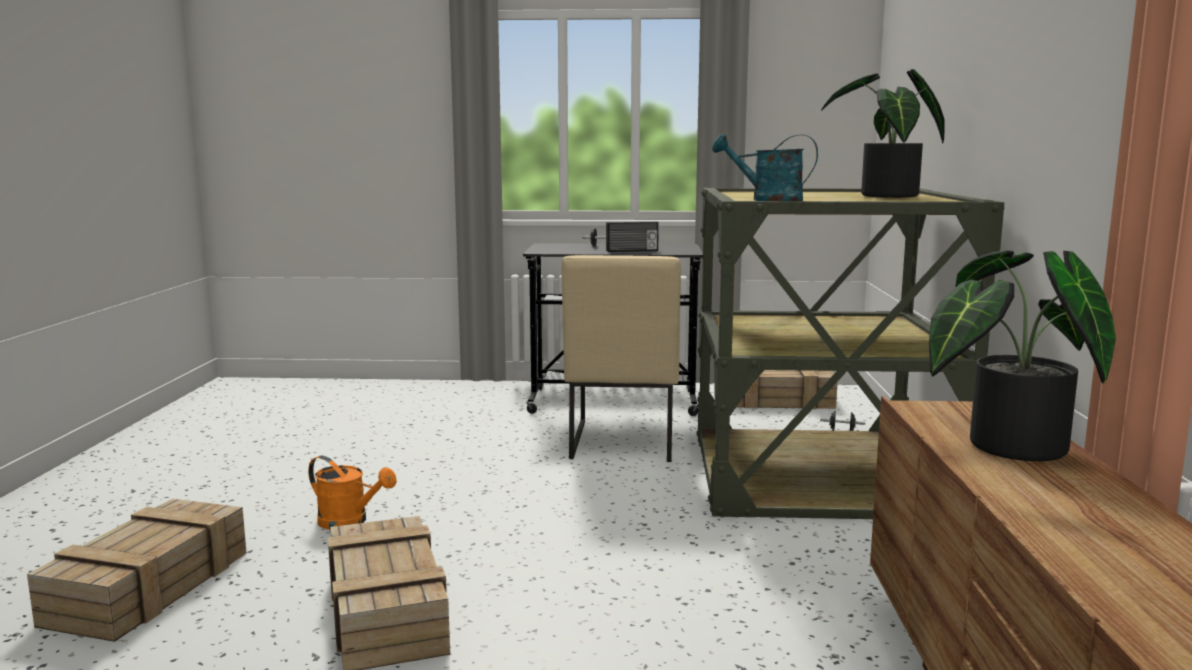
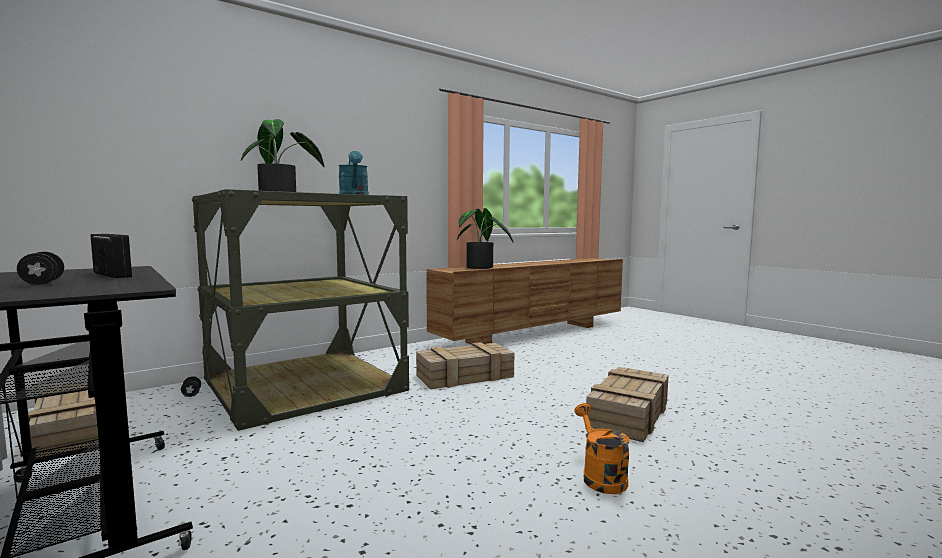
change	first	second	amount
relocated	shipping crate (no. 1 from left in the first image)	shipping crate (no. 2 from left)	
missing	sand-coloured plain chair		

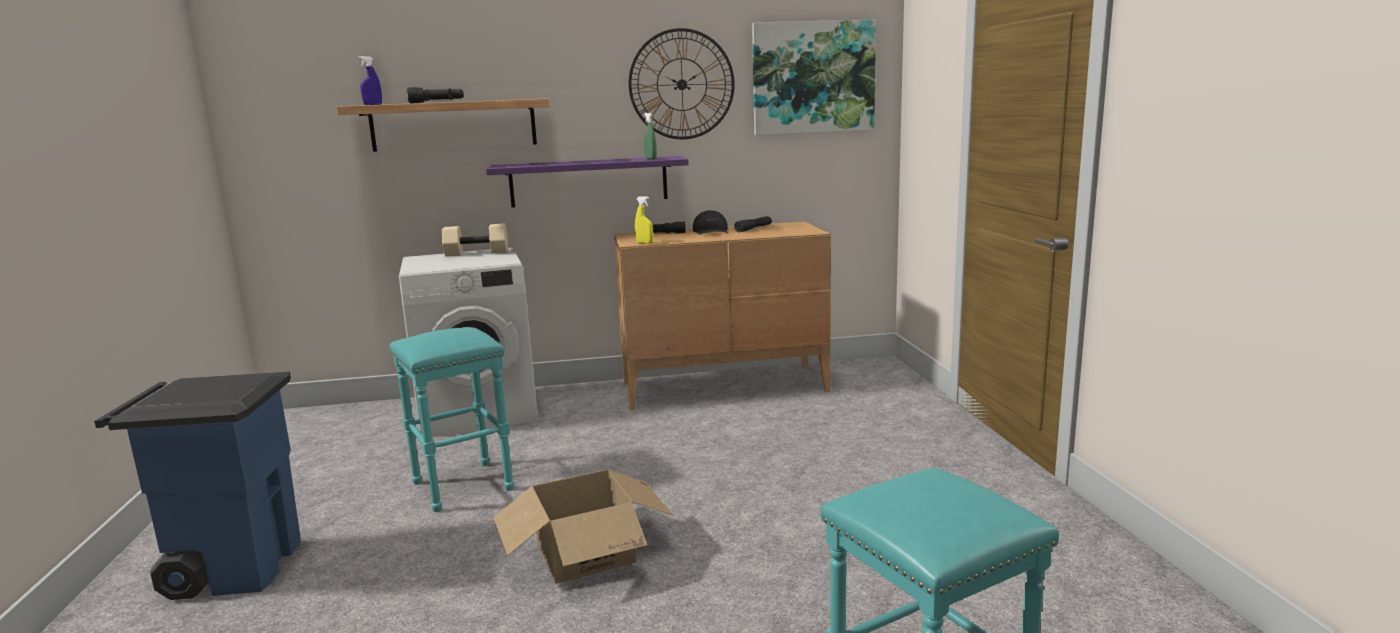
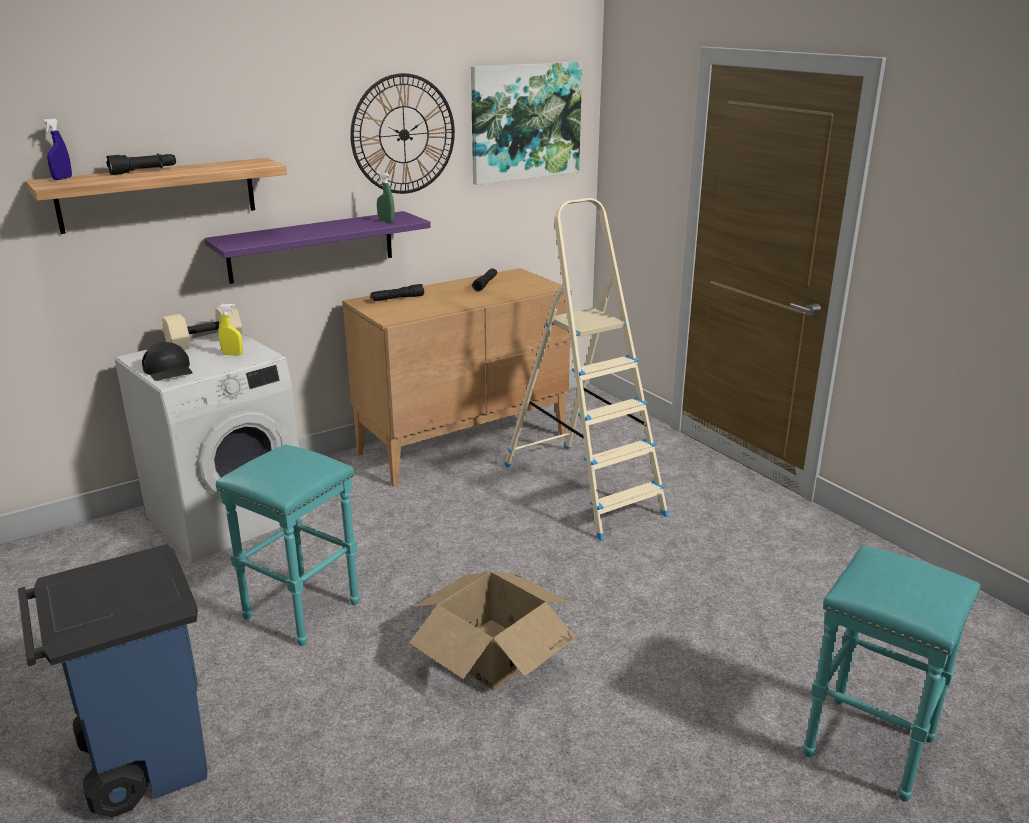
change	first	second	amount
relocated	yellow-coloured spray bottle		
relocated	blackish cap		
appeared		sand-coloured step ladder	

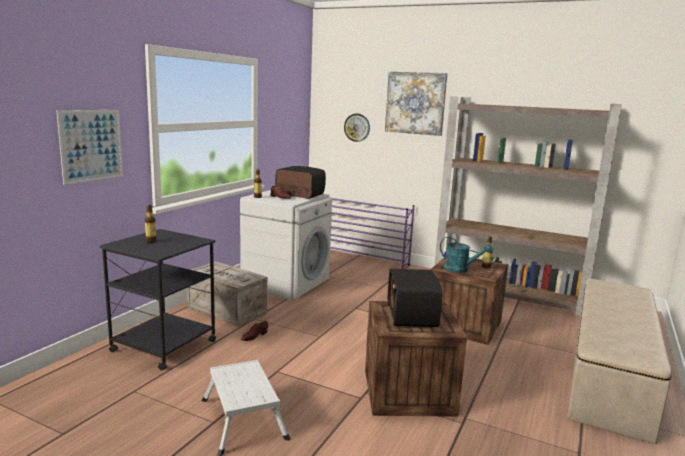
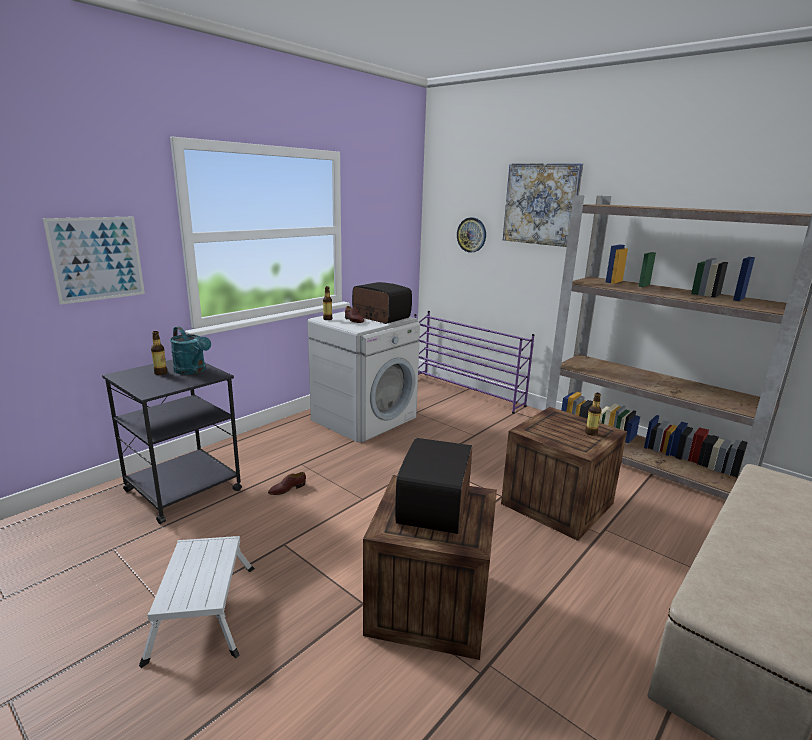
change	first	second	amount
missing	shipping crate (no. 1 from left)		
relocated	turquoise-coloured sprinkling can		

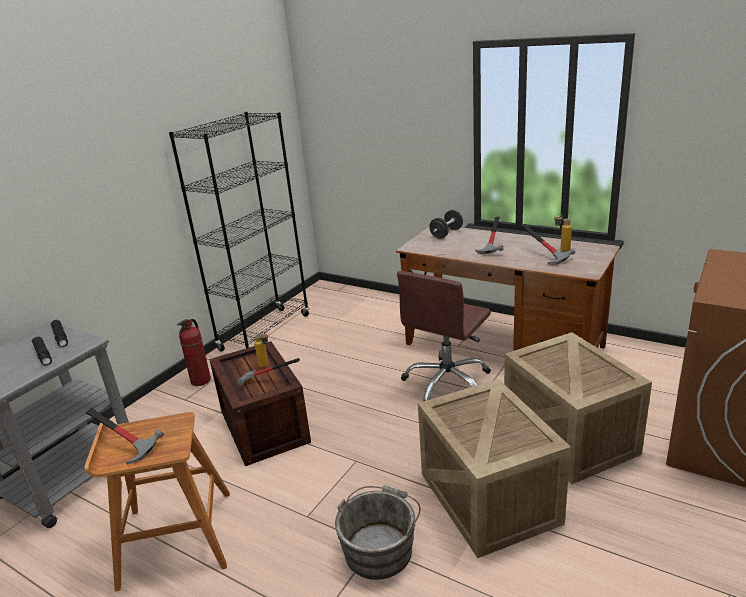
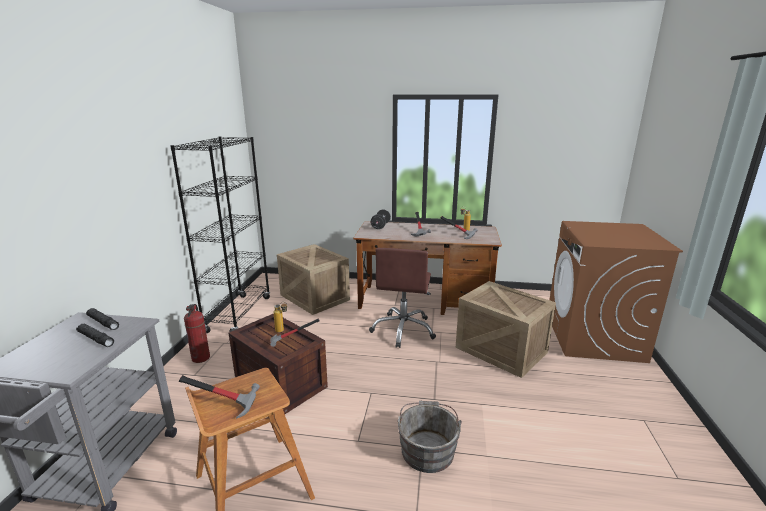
change	first	second	amount
relocated	shipping crate (no. 2 from left)		

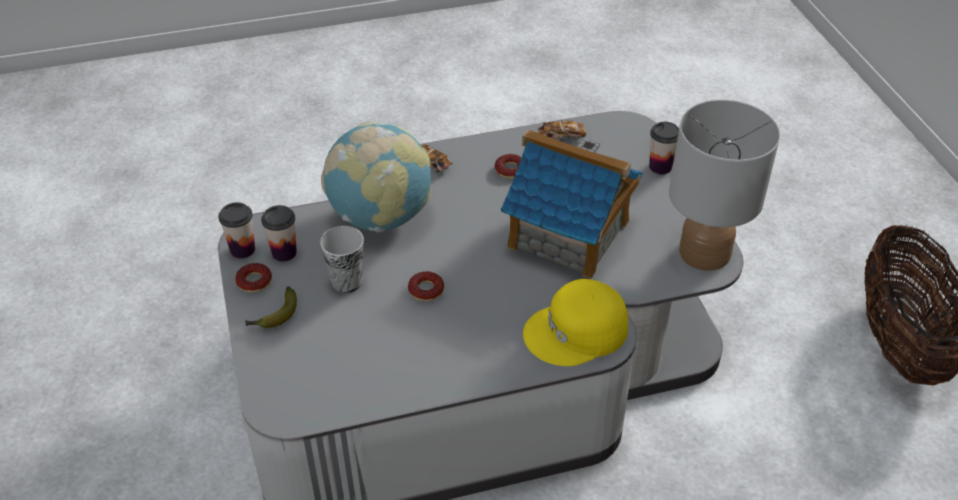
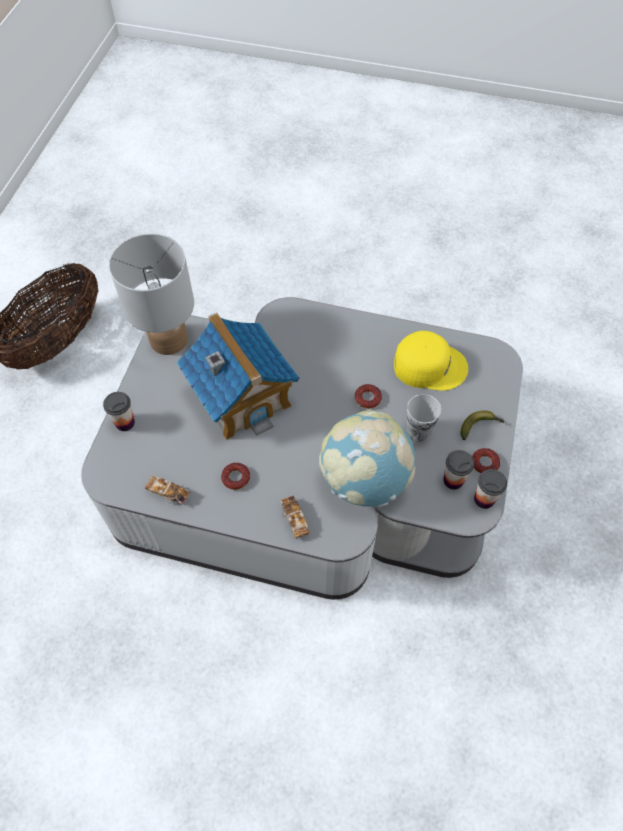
change	first	second	amount
relocated	yellow-coloured cap		

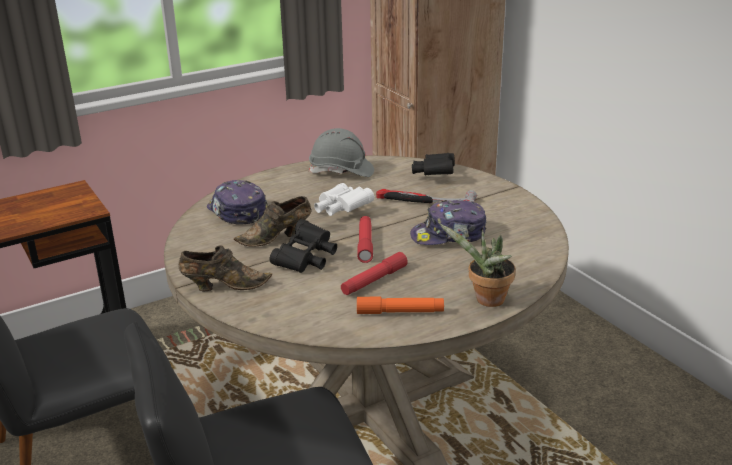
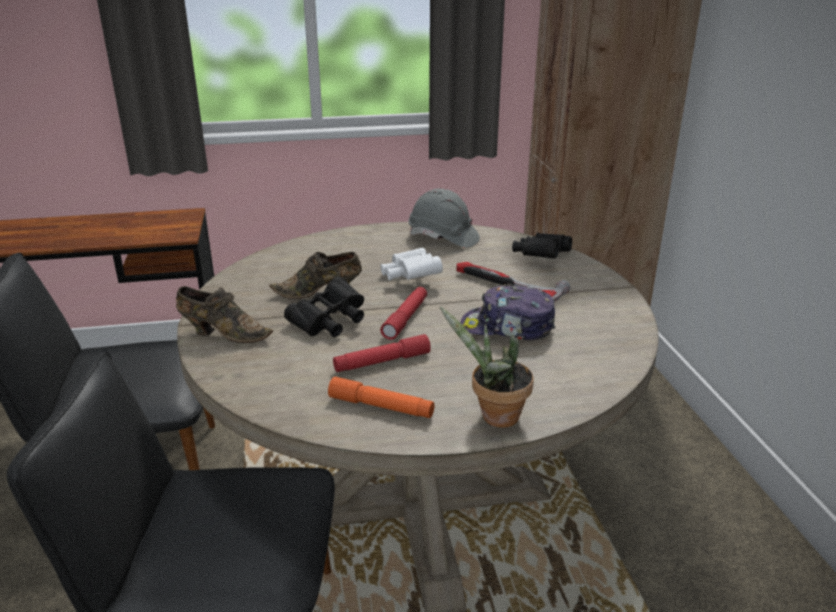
change	first	second	amount
missing	cap (no. 1 from left)		

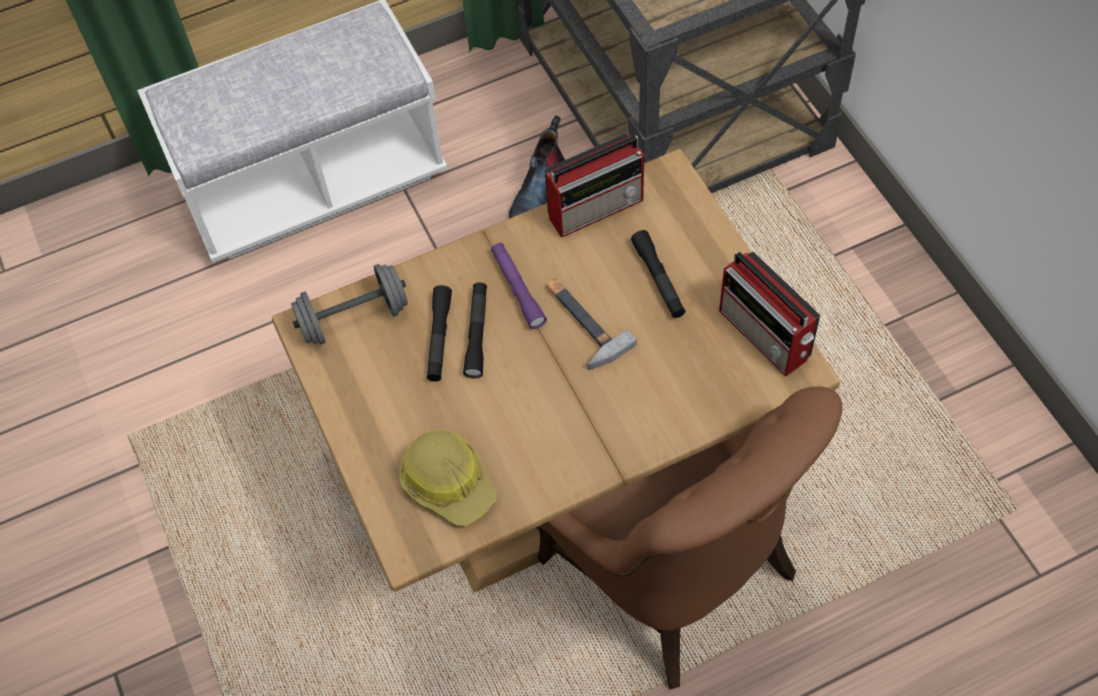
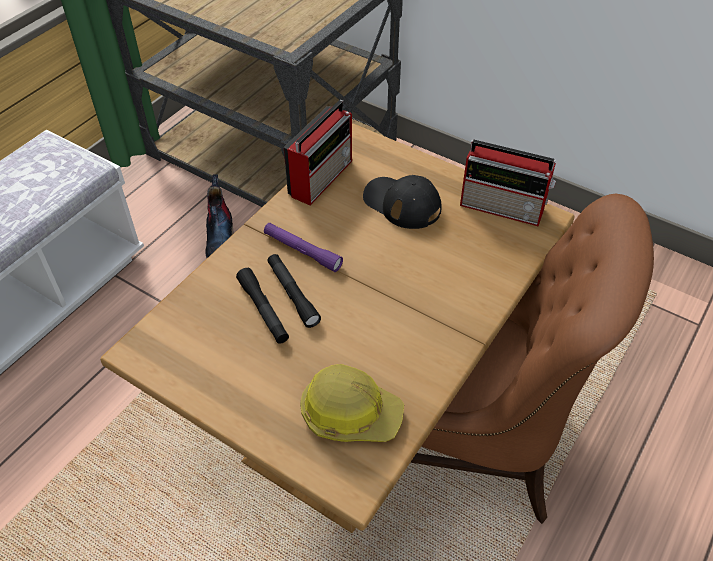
change	first	second	amount
missing	grey dumbbell		
missing	tool hammer		
exchanged	blackish hand torch (no. 3 from left)	blackish cap	

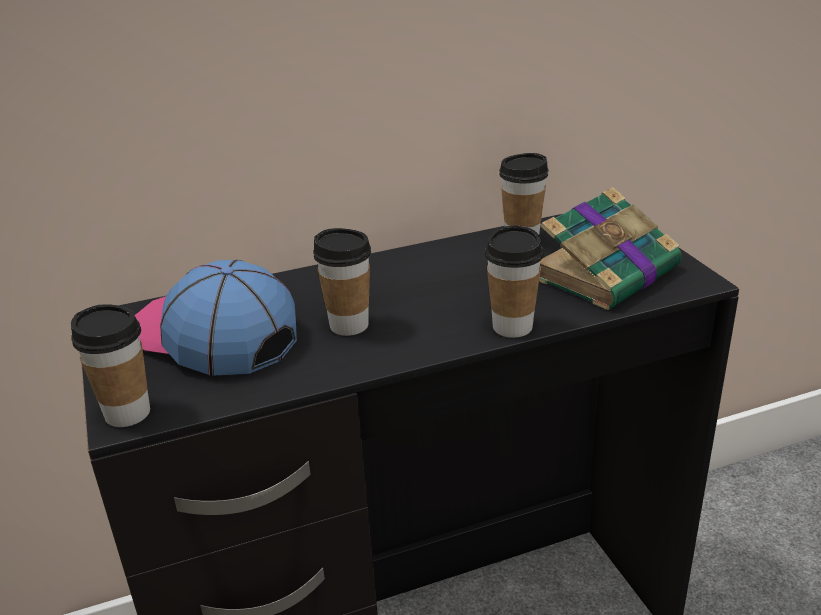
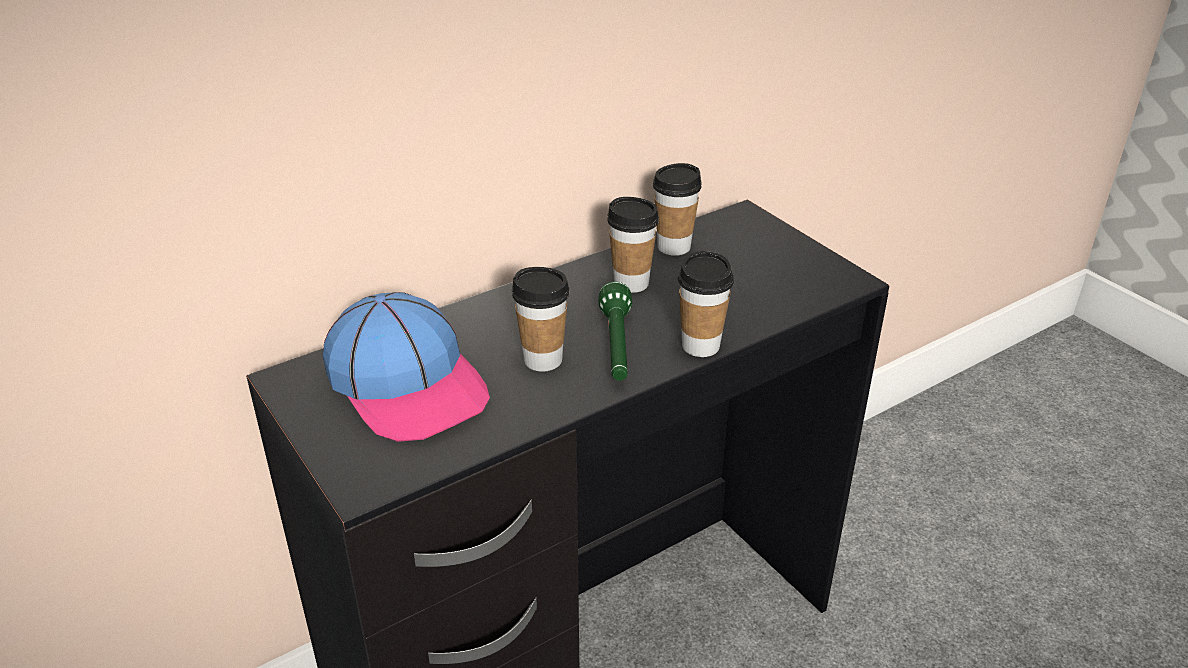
change	first	second	amount
relocated	drinking cup (no. 1 from left in the first image)	drinking cup (no. 2 from left)	
spun	cap		150 degrees counterclockwise
missing	bound book		
appeared		green hand torch	

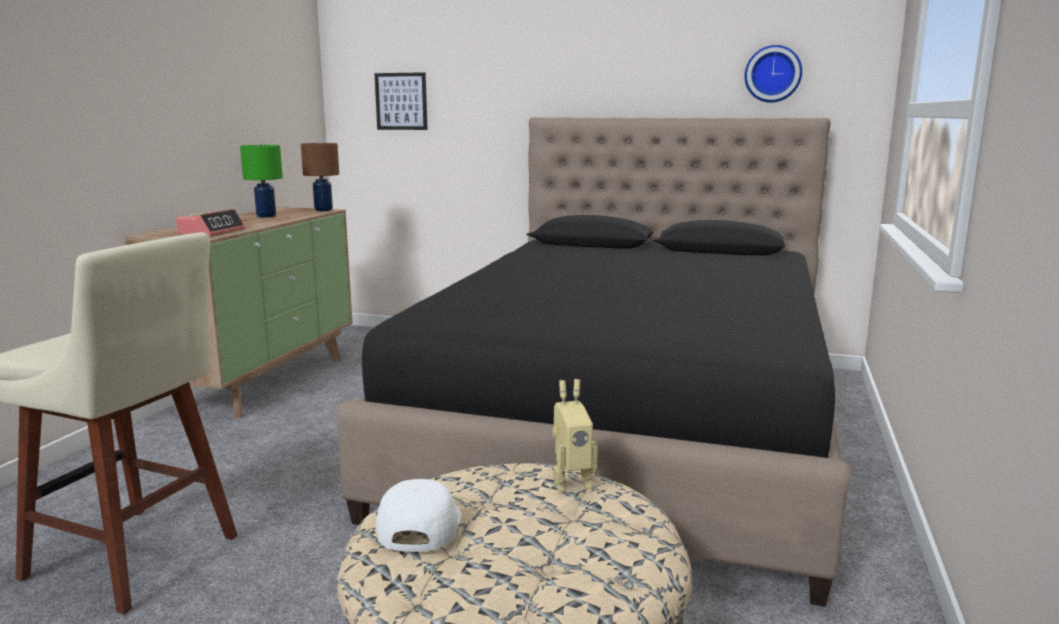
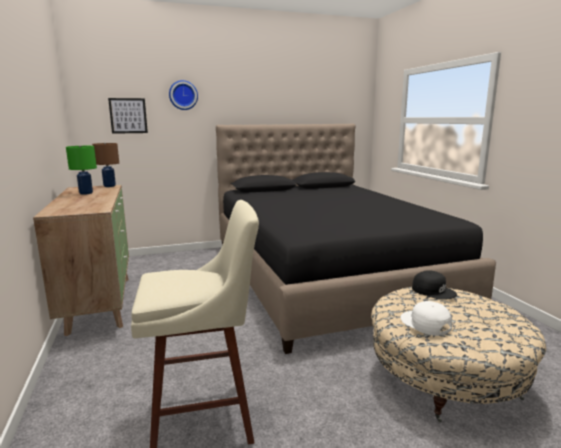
change	first	second	amount
missing	table clock		
exchanged	model robot	blackish cap	
relocated	wall clock		

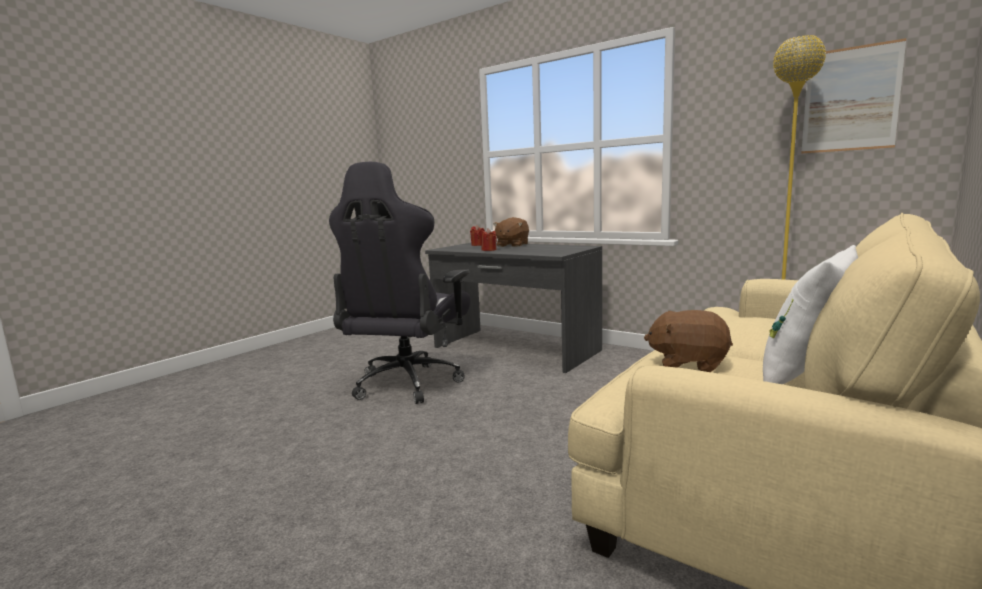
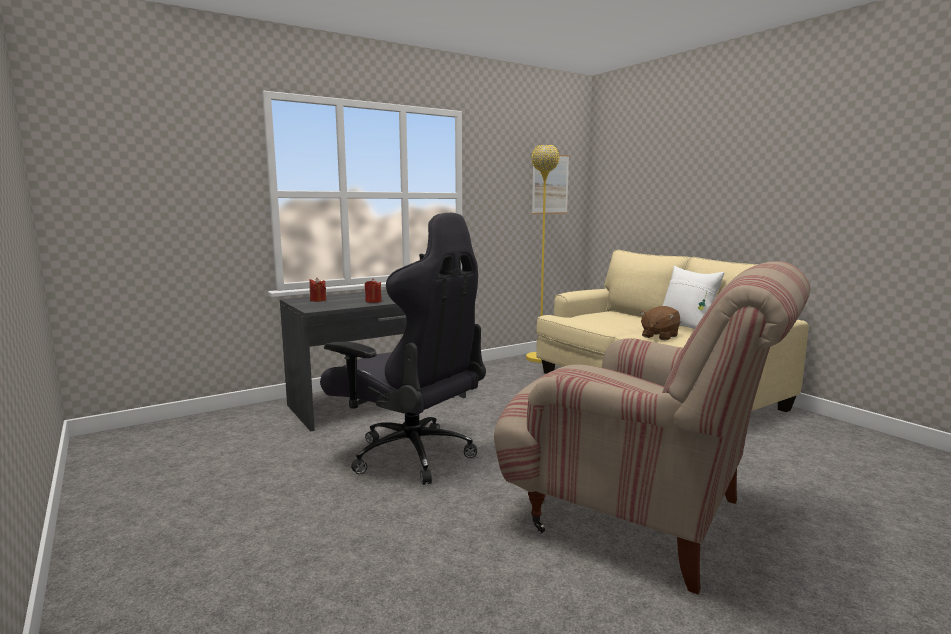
change	first	second	amount
missing	brown soft toy (no. 1 from left)		
appeared		sand-coloured lounge chair	

